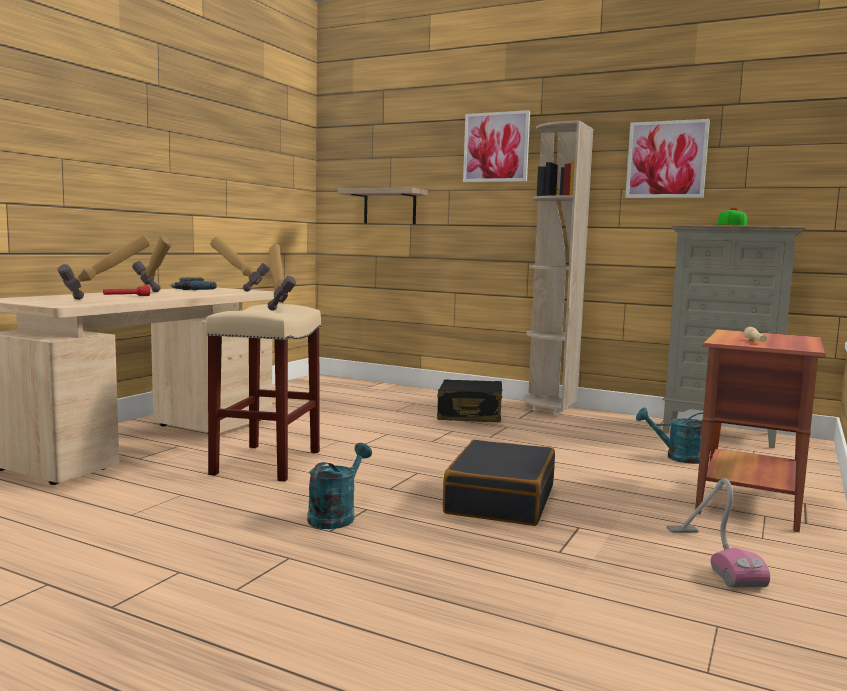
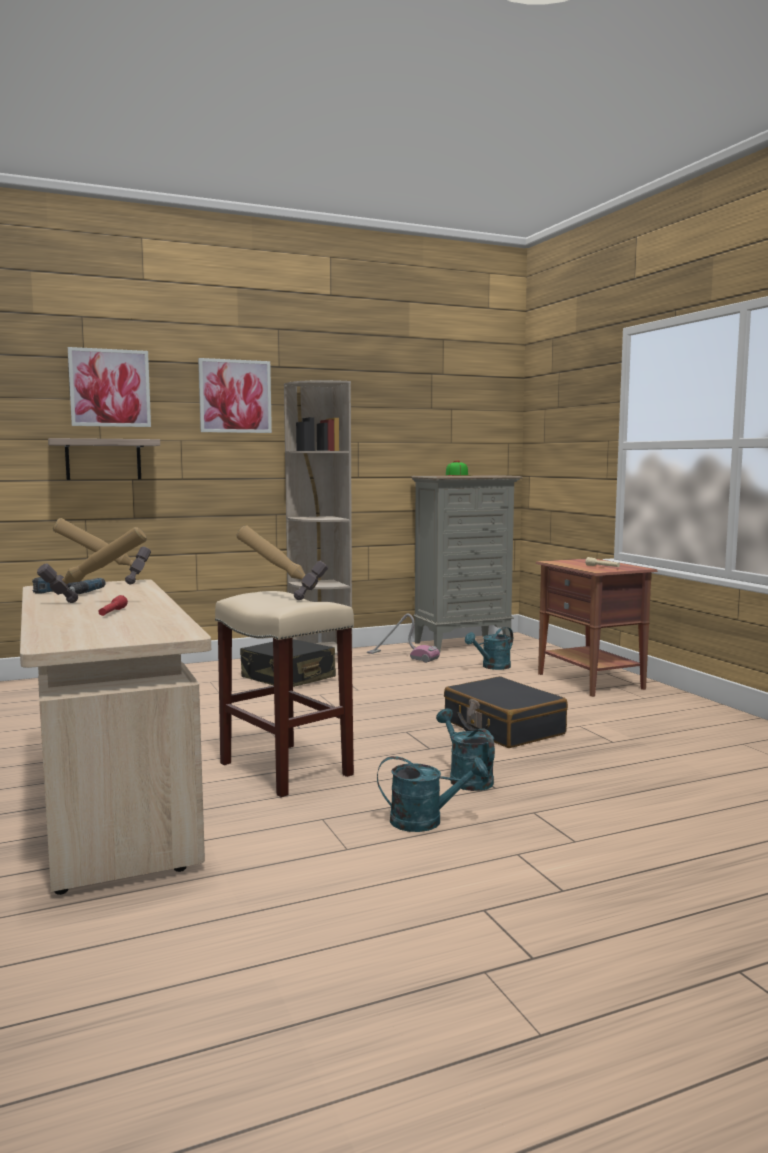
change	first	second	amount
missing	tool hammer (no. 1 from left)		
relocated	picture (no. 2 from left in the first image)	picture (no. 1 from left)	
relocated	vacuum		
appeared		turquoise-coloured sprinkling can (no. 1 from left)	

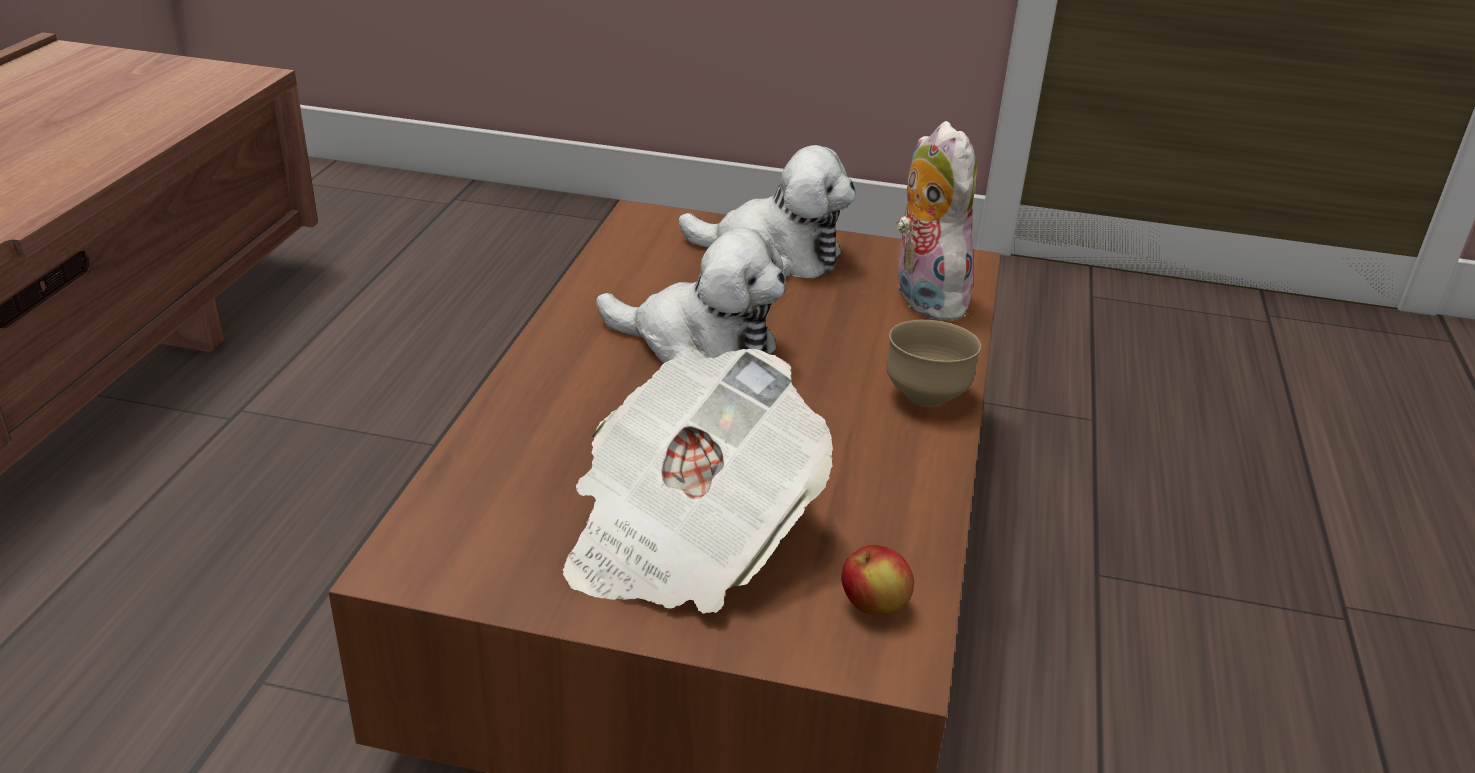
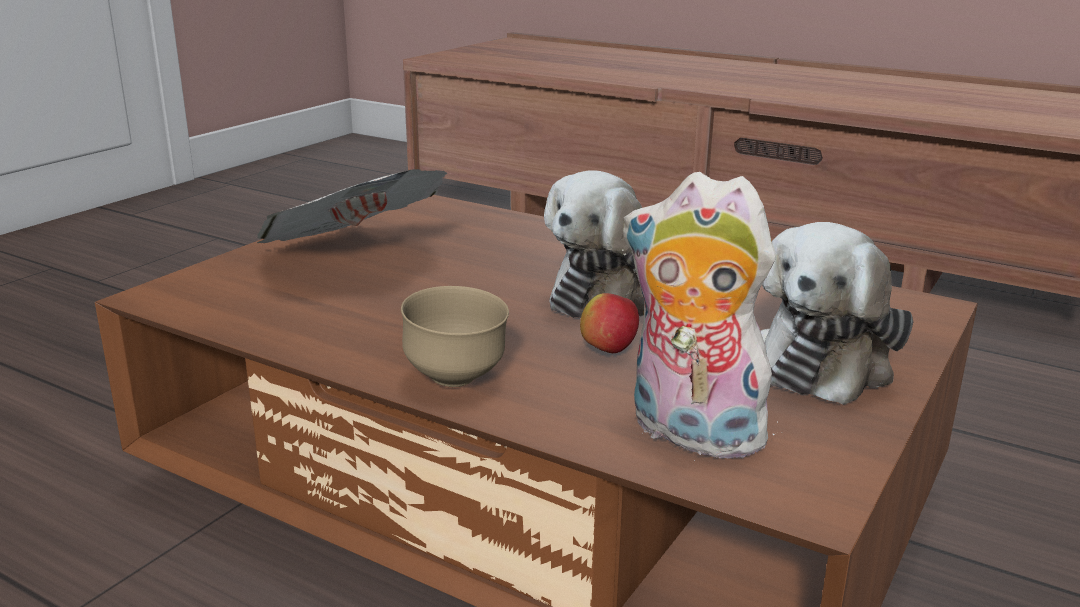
change	first	second	amount
relocated	apple		
spun	soft toy (no. 3 from left in the first image)	soft toy (no. 2 from left)	150 degrees counterclockwise

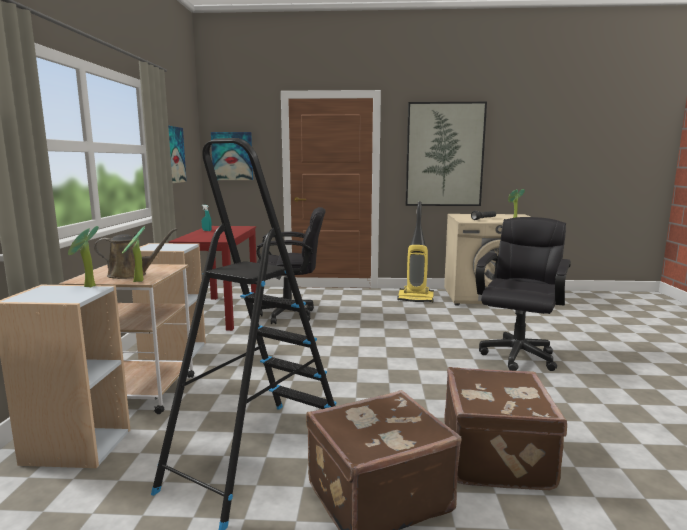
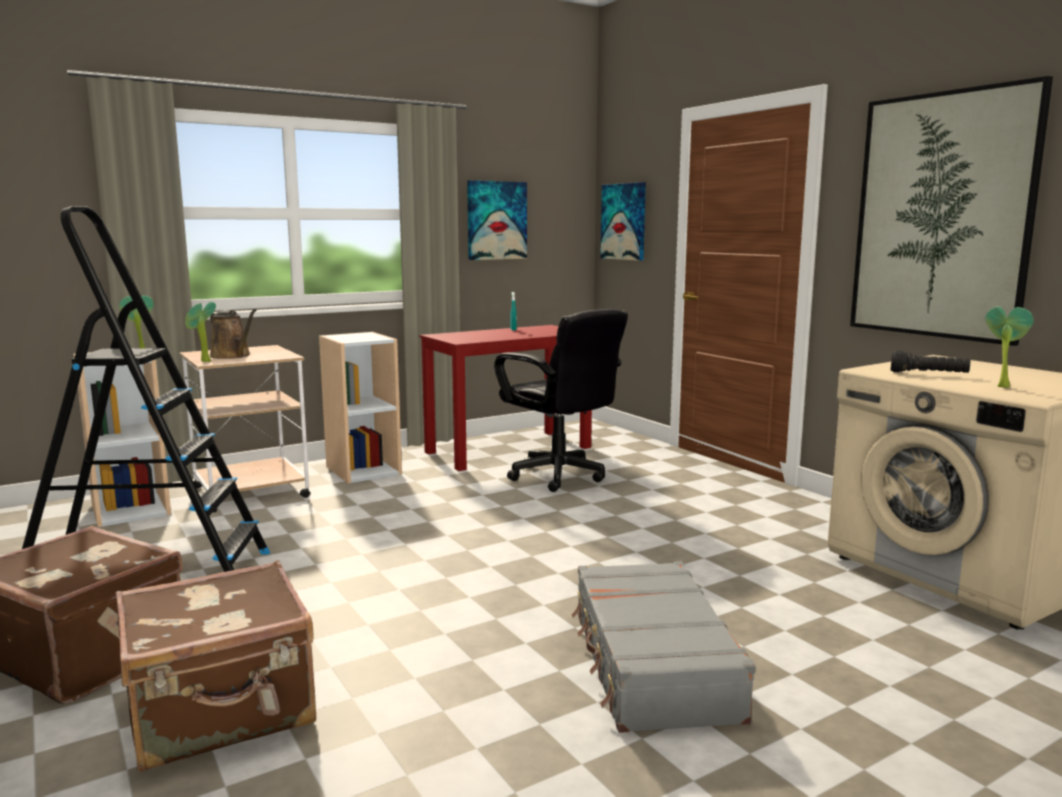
change	first	second	amount
missing	vacuum		
exchanged	blackish desk chair (no. 2 from left)	grey piece of luggage	

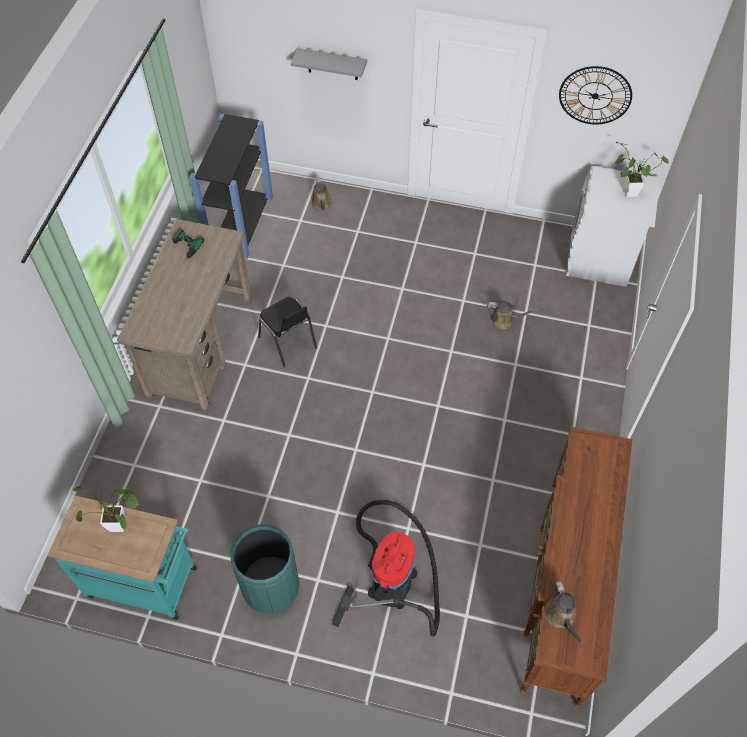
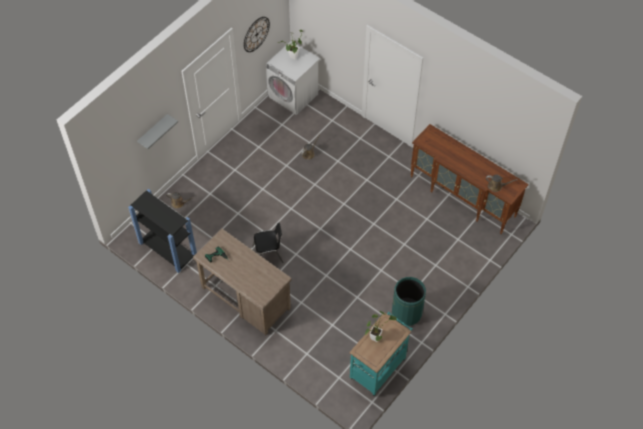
change	first	second	amount
missing	vacuum		

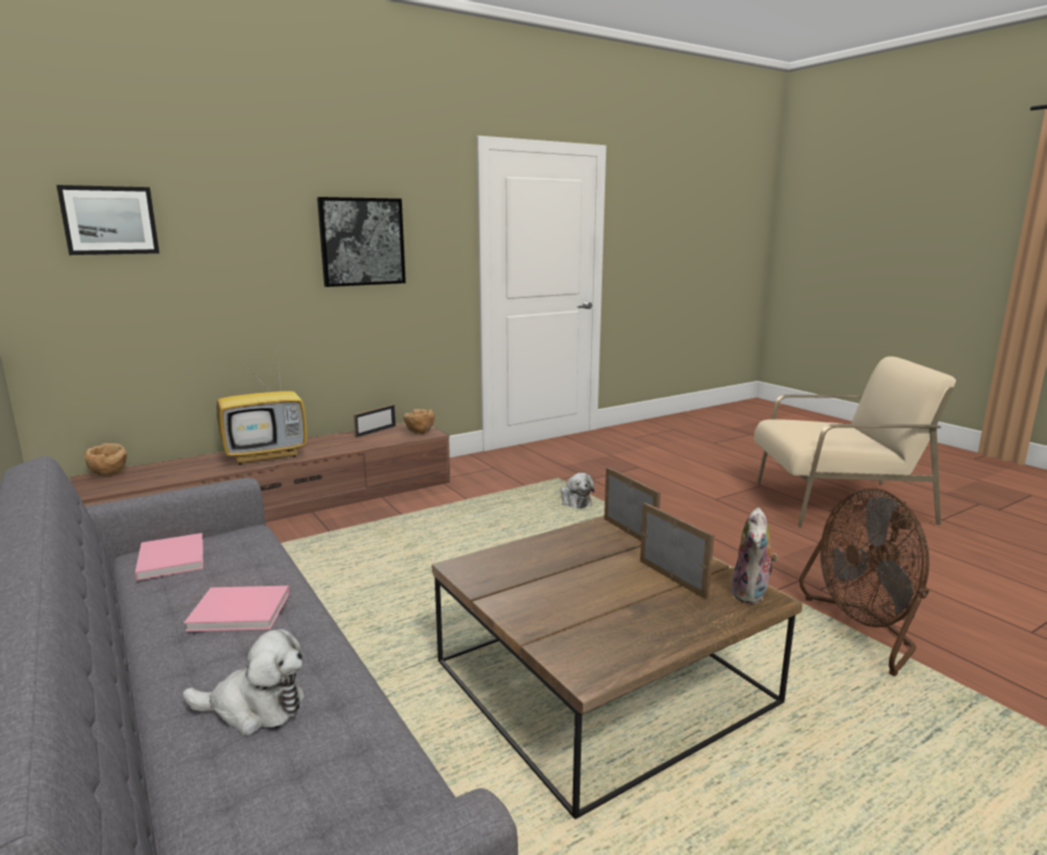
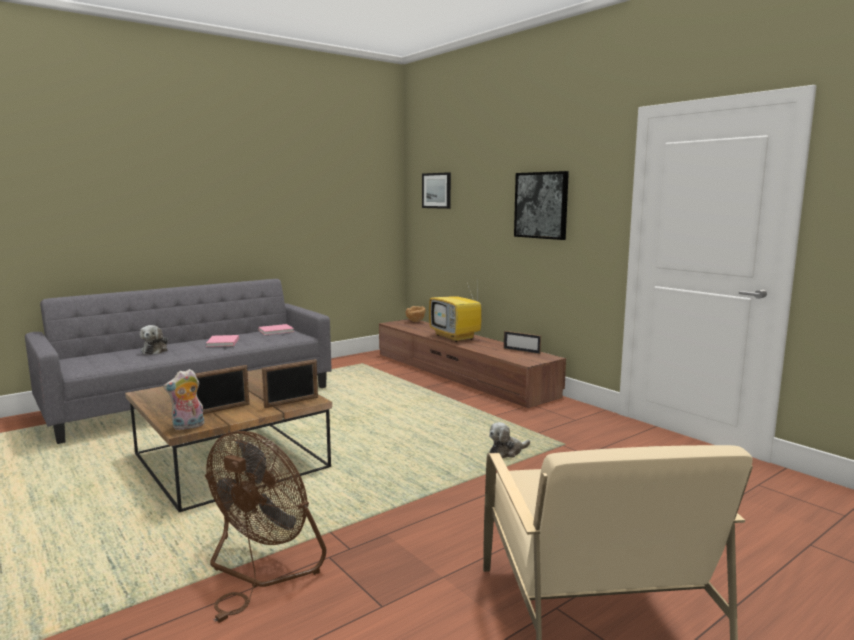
change	first	second	amount
missing	brown deep dish (no. 2 from left)		
spun	soft toy (no. 3 from left in the first image)	soft toy (no. 2 from left)	45 degrees counterclockwise
spun	brown electric fan		45 degrees clockwise

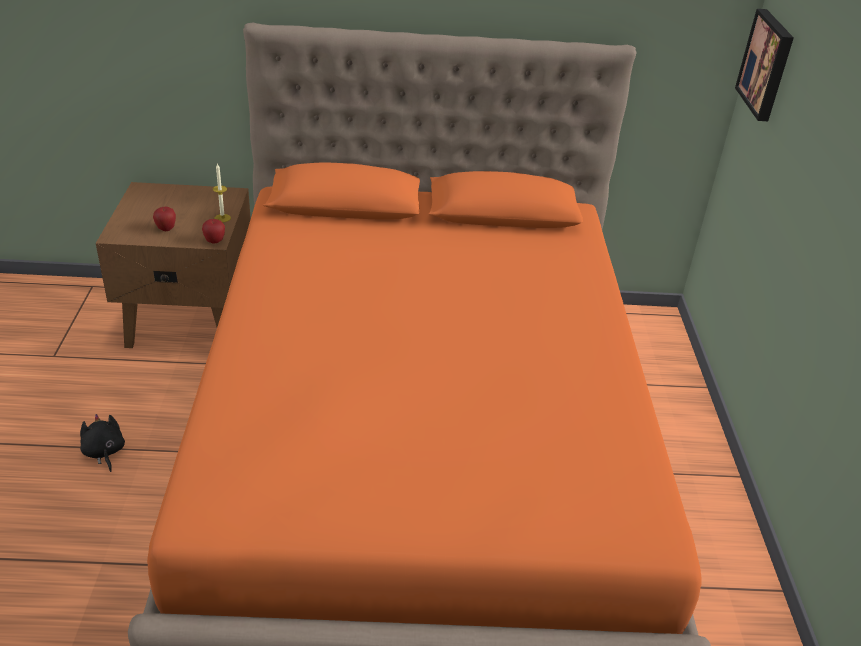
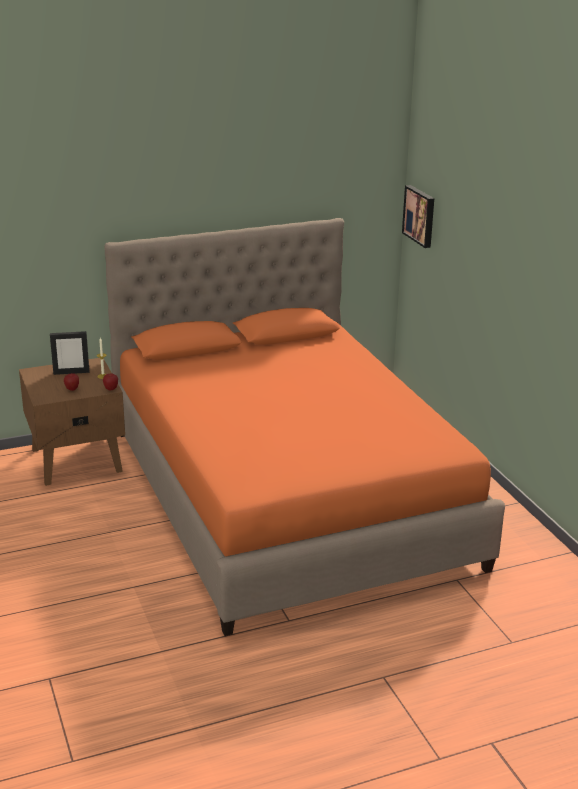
change	first	second	amount
missing	blackish soft toy		
appeared		photo frame	

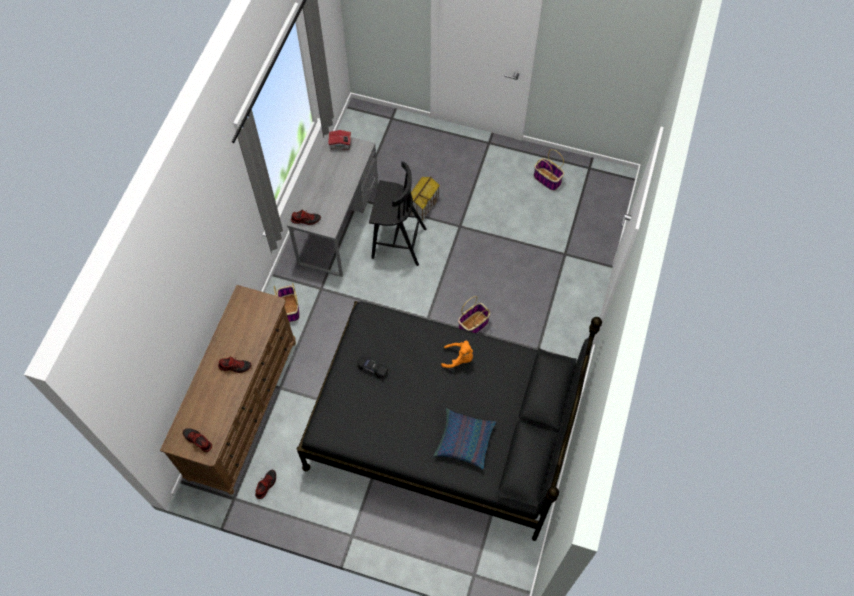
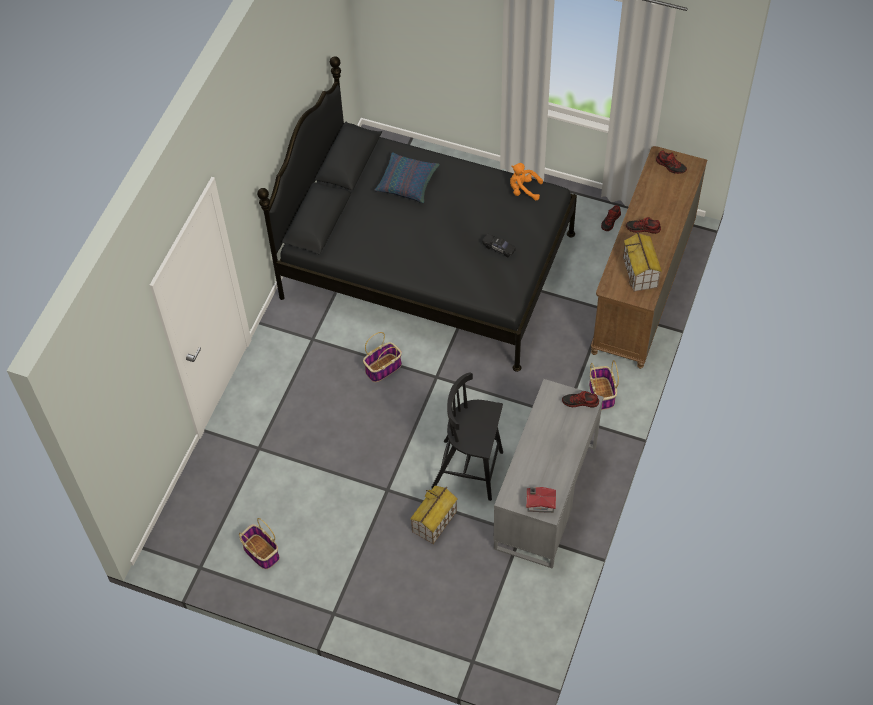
change	first	second	amount
relocated	orangey soft toy		
appeared		model house (no. 3 from left)	

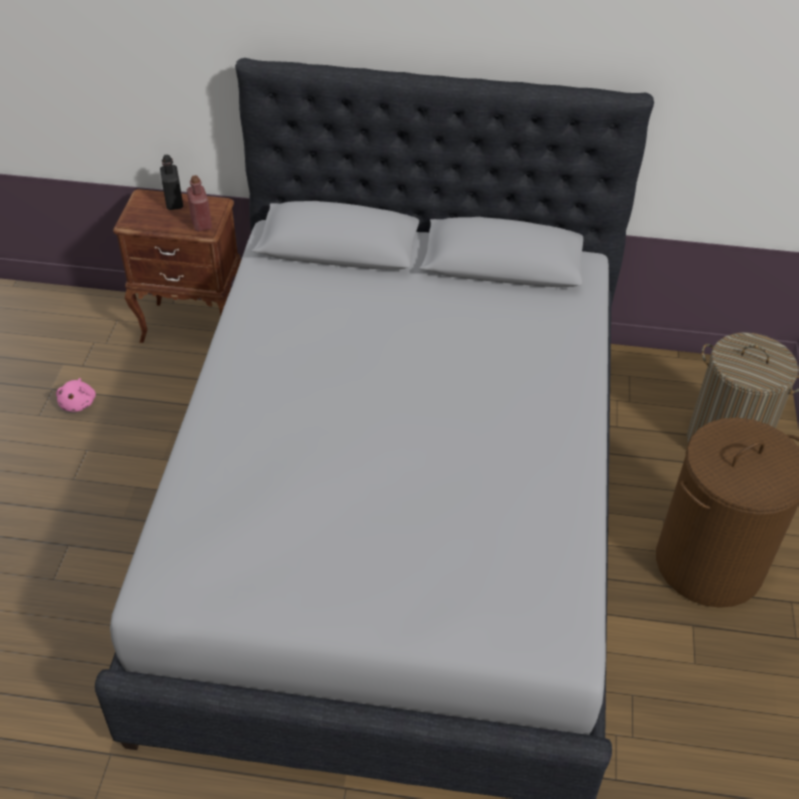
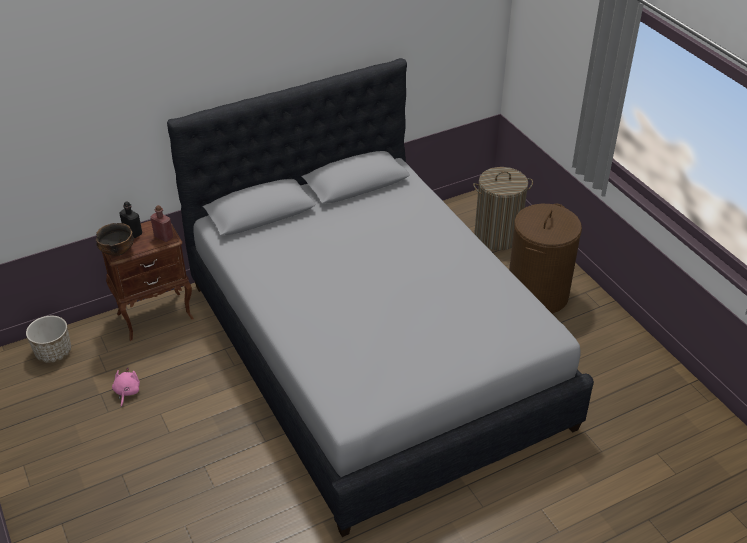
change	first	second	amount
spun	pink soft toy		135 degrees counterclockwise
appeared		plant pot	
appeared		deep dish	

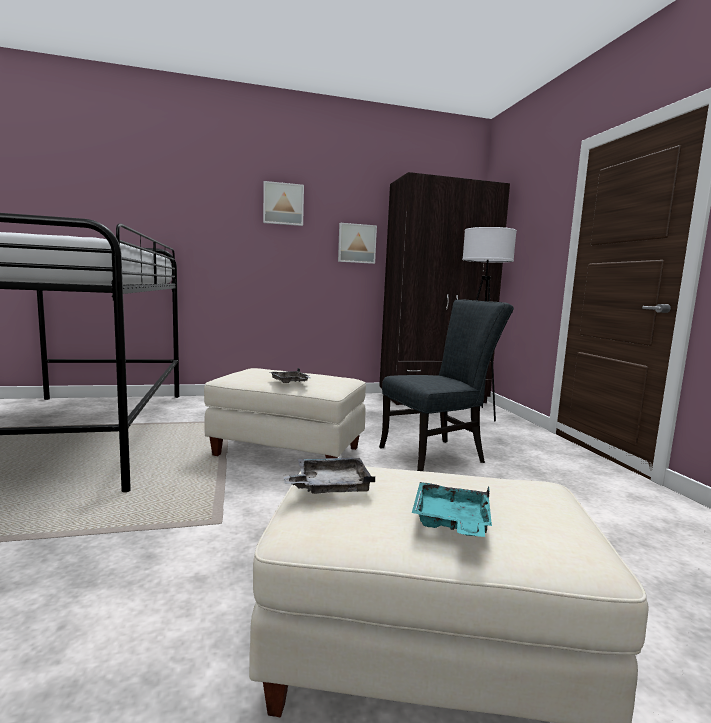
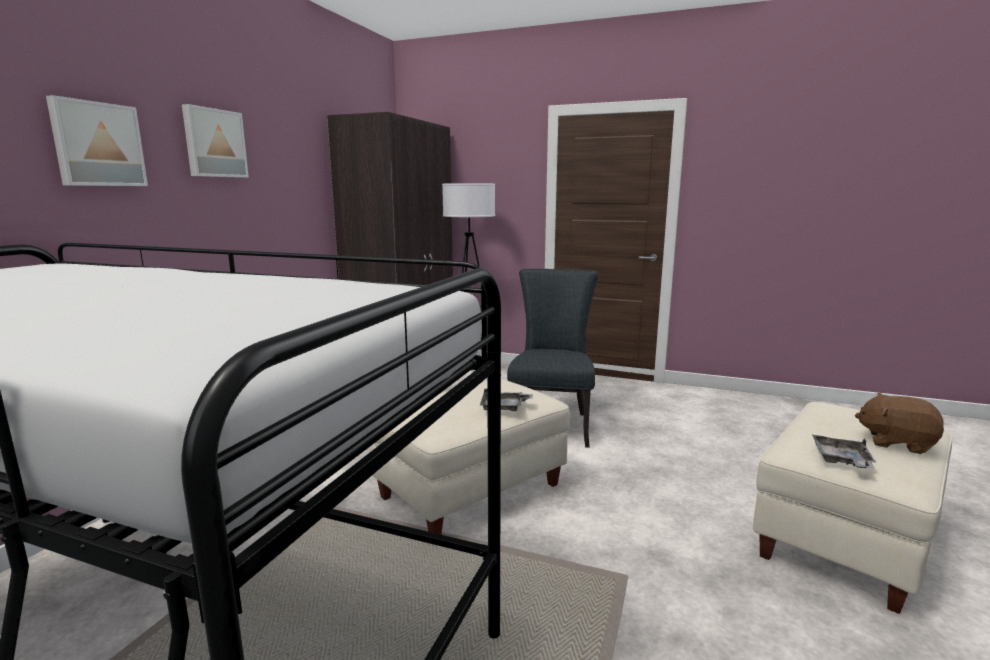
change	first	second	amount
relocated	picture (no. 2 from left in the first image)	picture (no. 1 from left)	
exchanged	turquoise-coloured carrying tray	brown soft toy	

